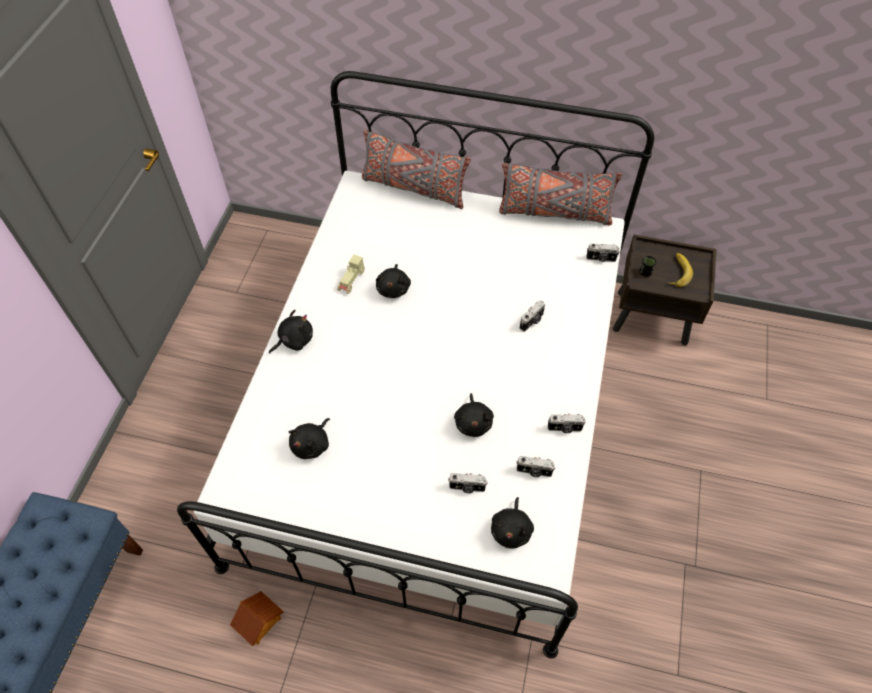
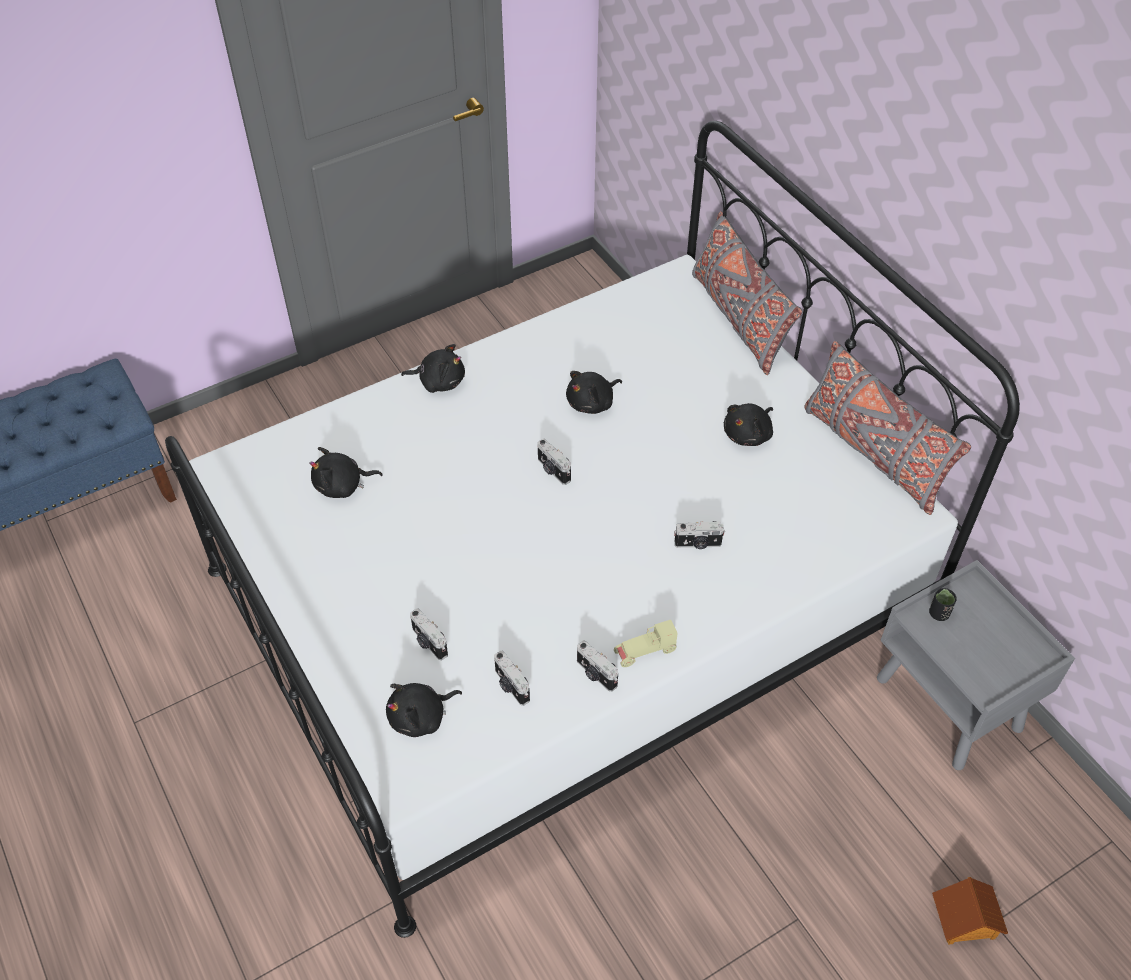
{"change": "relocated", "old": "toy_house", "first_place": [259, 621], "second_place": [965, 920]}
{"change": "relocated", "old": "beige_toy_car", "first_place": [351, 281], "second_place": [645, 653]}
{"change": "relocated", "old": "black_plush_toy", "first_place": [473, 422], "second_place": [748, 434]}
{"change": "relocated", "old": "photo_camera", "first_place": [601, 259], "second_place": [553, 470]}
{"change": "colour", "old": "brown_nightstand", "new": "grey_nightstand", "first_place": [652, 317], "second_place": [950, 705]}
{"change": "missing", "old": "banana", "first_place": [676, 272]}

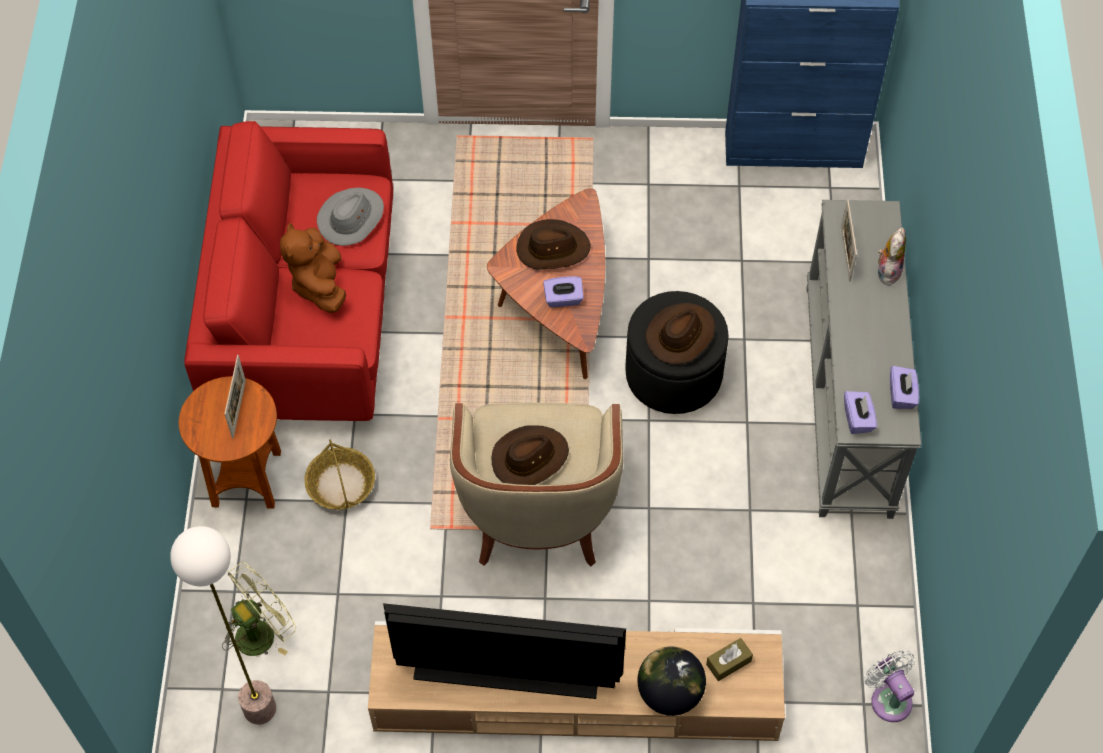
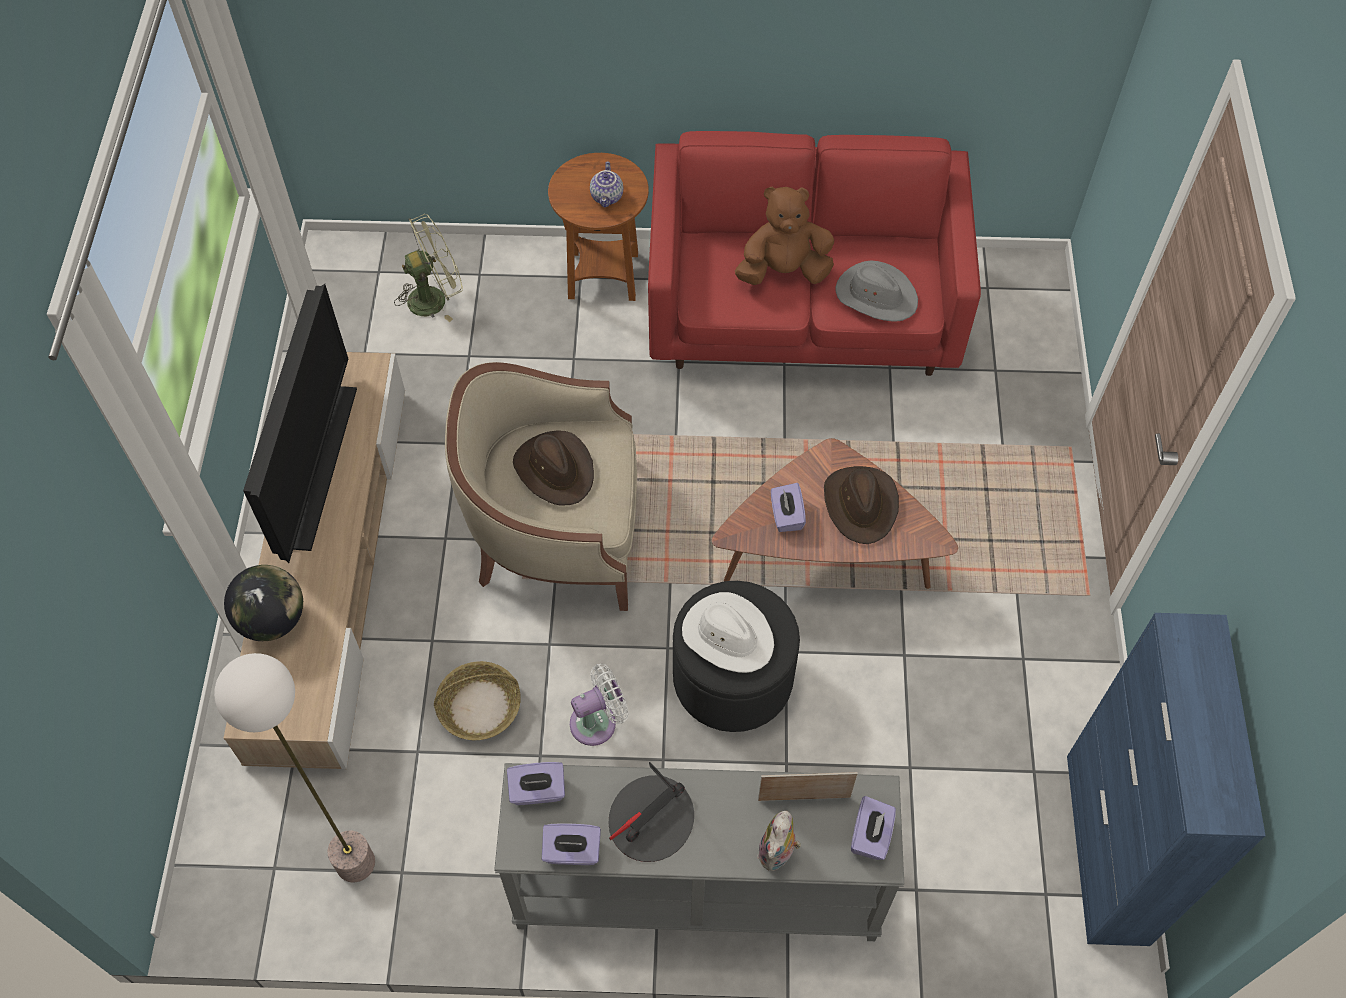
{"change": "relocated", "old": "floor_lamp", "first_place": [259, 709], "second_place": [355, 862]}
{"change": "spun", "old": "green_fan", "first_place": [261, 631], "second_place": [435, 297], "degrees": -75}
{"change": "exchanged", "old": "picture_frame", "new": "teapot", "first_place": [239, 409], "second_place": [607, 197]}
{"change": "relocated", "old": "basket", "first_place": [340, 484], "second_place": [480, 706]}
{"change": "colour", "old": "brown_hat", "new": "white_hat", "first_place": [680, 335], "second_place": [728, 635]}
{"change": "missing", "old": "brown_tissue_box", "first_place": [728, 662]}
{"change": "relocated", "old": "white_fan", "first_place": [889, 698], "second_place": [598, 721]}
{"change": "spun", "old": "plush_toy", "first_place": [887, 270], "second_place": [778, 853], "degrees": 90}
{"change": "appeared", "new": "table_lamp", "second_place": [651, 819]}
{"change": "appeared", "new": "purple_tissue_box", "second_place": [871, 836]}

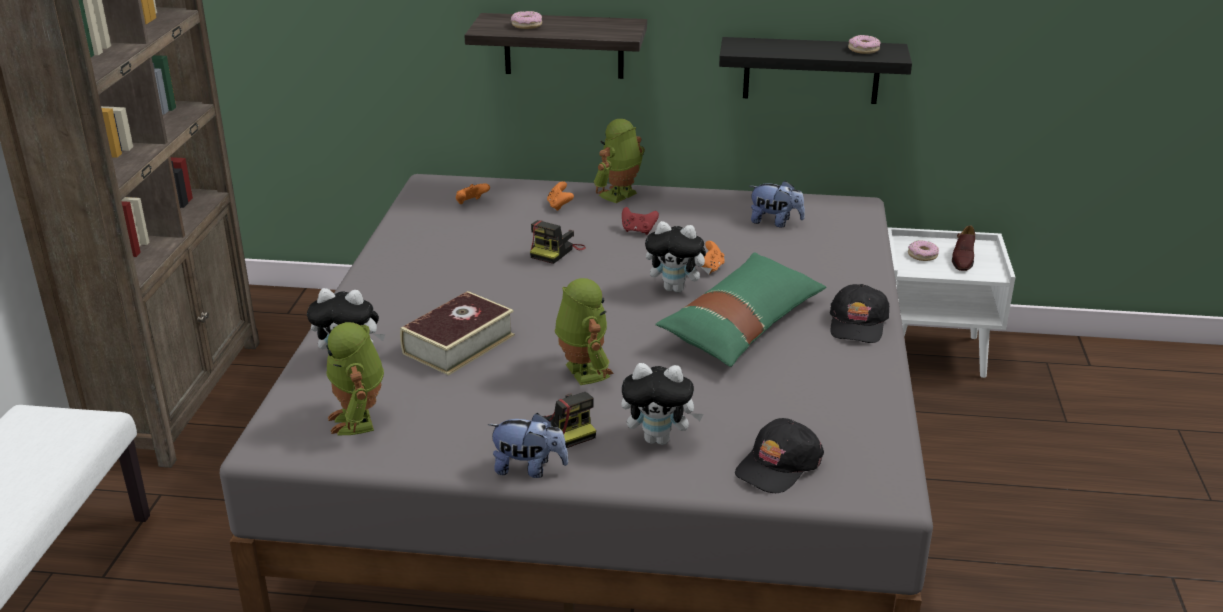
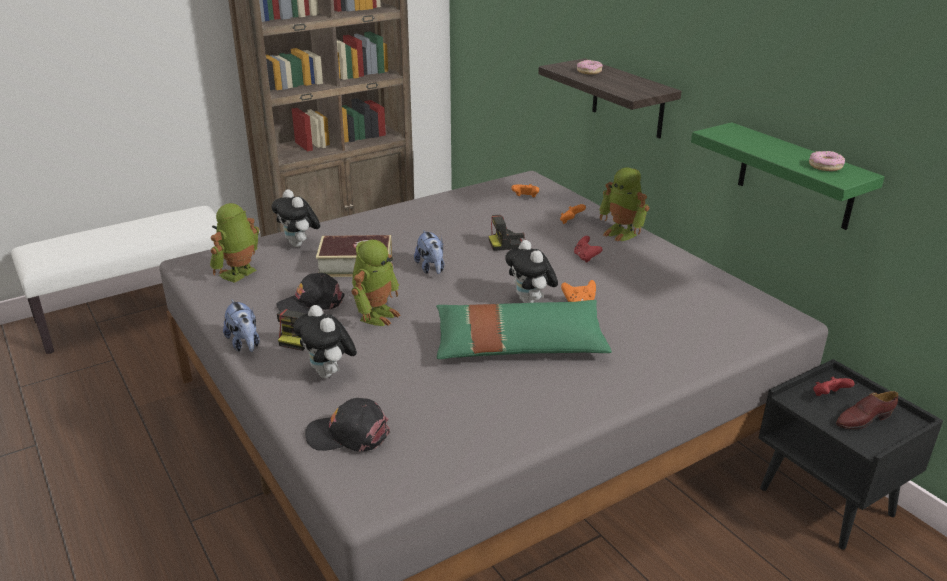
{"change": "spun", "old": "toy_robot", "first_place": [620, 196], "second_place": [622, 233], "degrees": -135}
{"change": "colour", "old": "black_shelf", "new": "green_shelf", "first_place": [811, 70], "second_place": [796, 176]}
{"change": "relocated", "old": "plush_toy", "first_place": [775, 222], "second_place": [431, 268]}
{"change": "relocated", "old": "black_cap", "first_place": [857, 324], "second_place": [311, 303]}
{"change": "colour", "old": "white_nightstand", "new": "black_nightstand", "first_place": [934, 353], "second_place": [828, 502]}
{"change": "exchanged", "old": "donut", "new": "red_game_controller", "first_place": [922, 255], "second_place": [828, 396]}

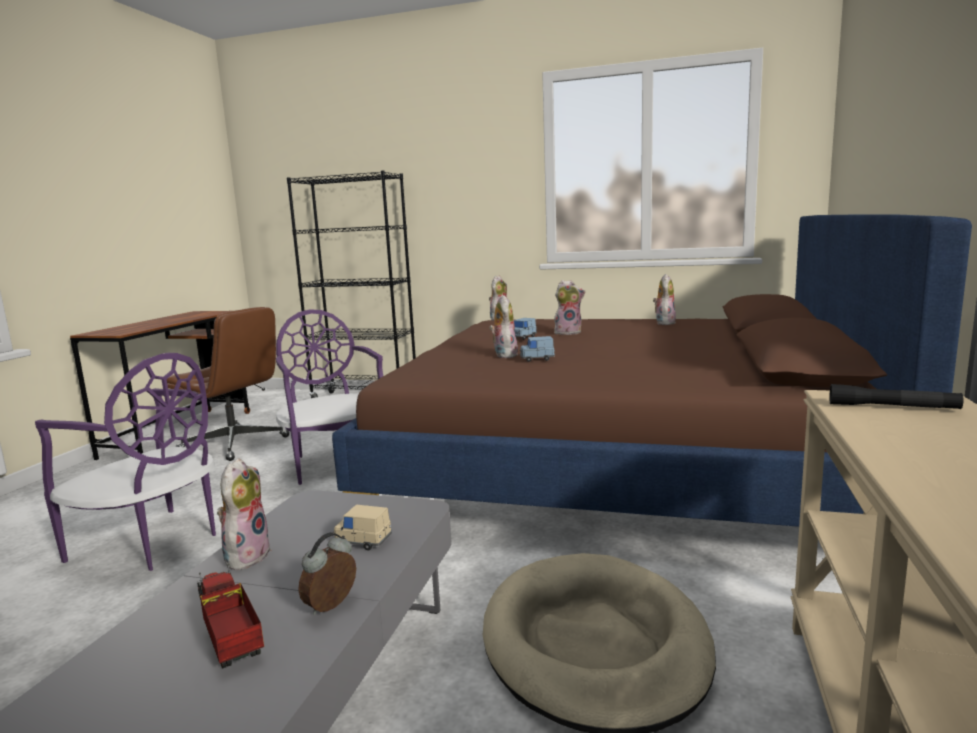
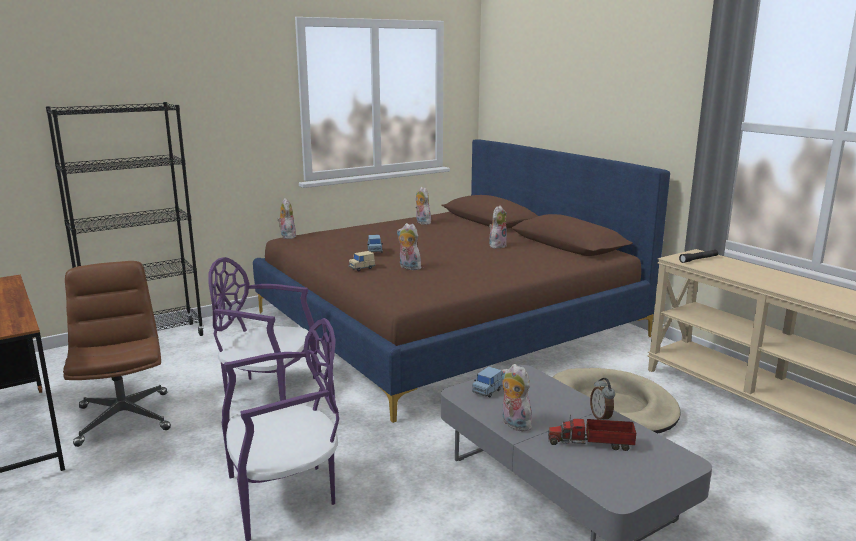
{"change": "spun", "old": "brown_office_chair", "first_place": [235, 444], "second_place": [123, 417], "degrees": -90}
{"change": "relocated", "old": "beige_toy_car", "first_place": [363, 541], "second_place": [362, 268]}
{"change": "relocated", "old": "blue_toy_car", "first_place": [537, 359], "second_place": [487, 391]}
{"change": "relocated", "old": "plush_toy", "first_place": [568, 333], "second_place": [497, 245]}

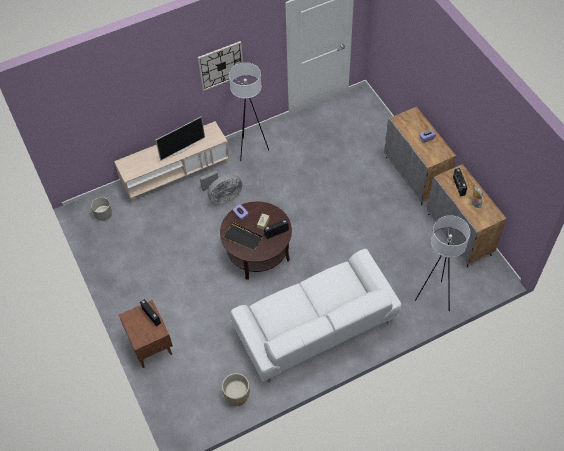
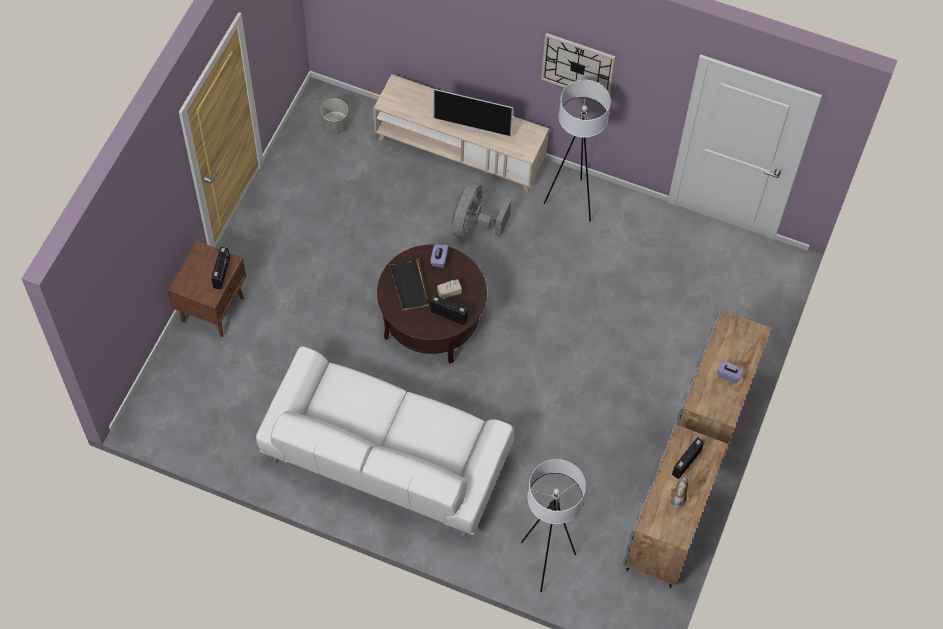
{"change": "spun", "old": "grey_fan", "first_place": [223, 197], "second_place": [474, 225], "degrees": 90}
{"change": "missing", "old": "beige_planter", "first_place": [237, 395]}

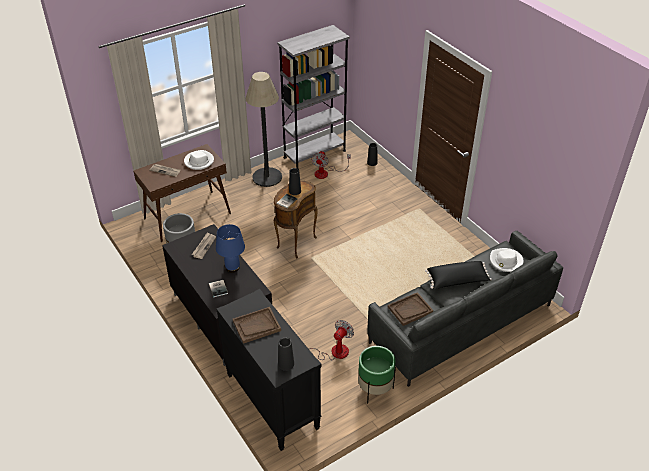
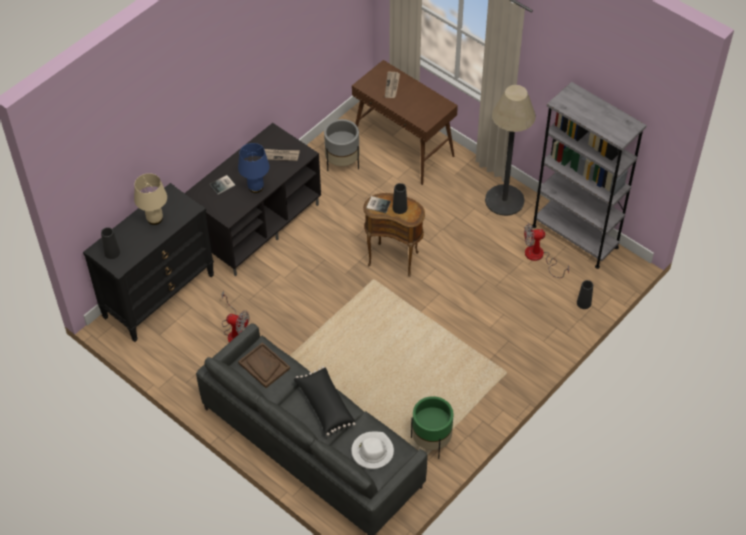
{"change": "missing", "old": "white_hat", "first_place": [199, 161]}
{"change": "exchanged", "old": "brown_tray", "new": "beige_table_lamp", "first_place": [256, 326], "second_place": [154, 218]}
{"change": "relocated", "old": "green_planter", "first_place": [375, 389], "second_place": [431, 441]}

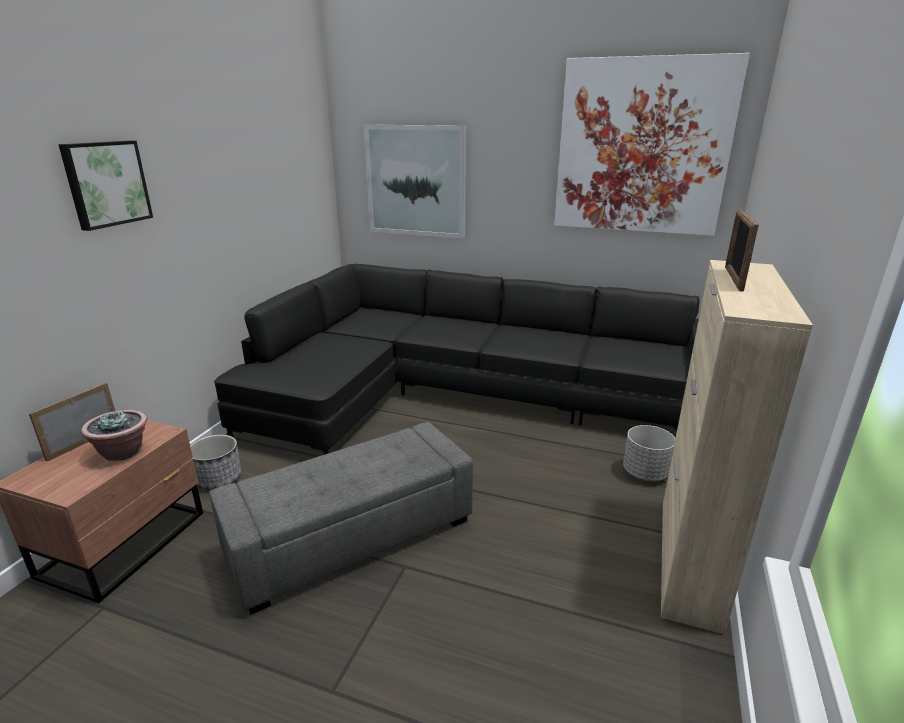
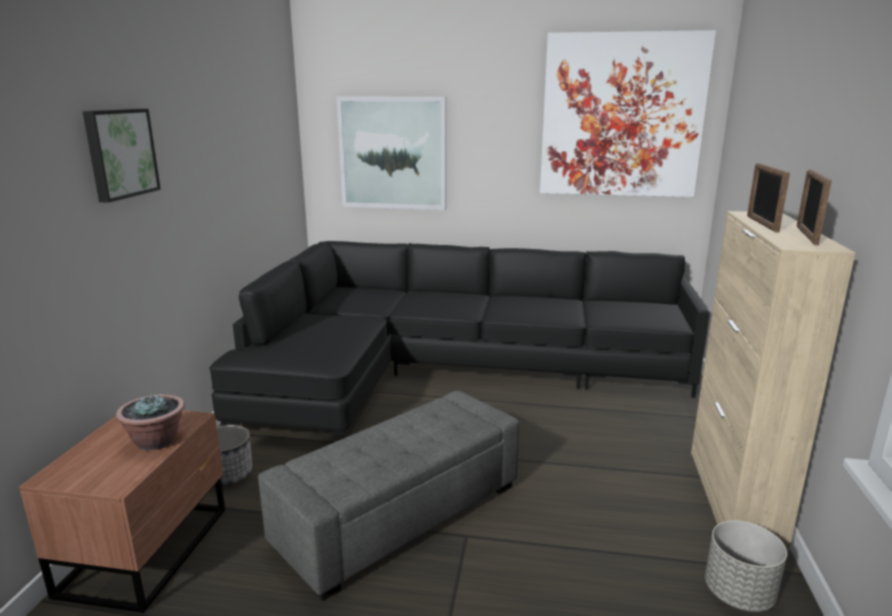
{"change": "relocated", "old": "picture_frame", "first_place": [84, 442], "second_place": [806, 235]}
{"change": "relocated", "old": "grey_planter", "first_place": [645, 473], "second_place": [739, 594]}

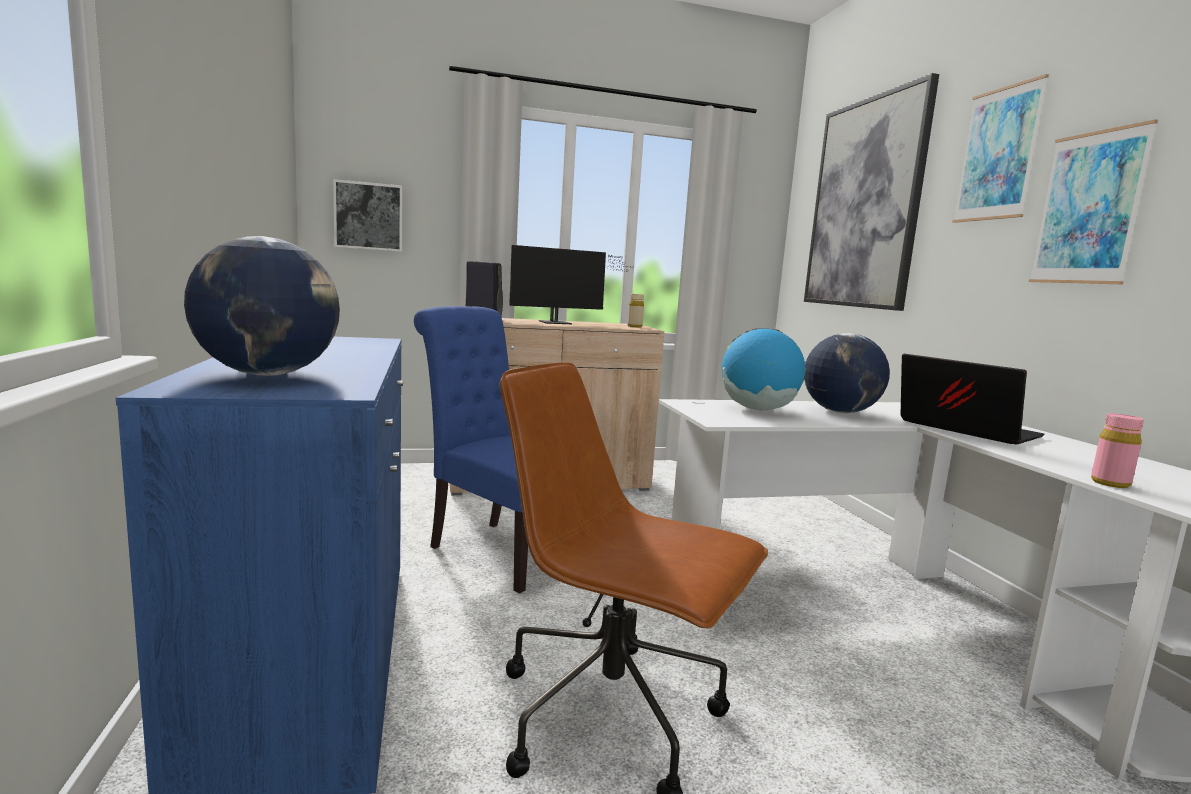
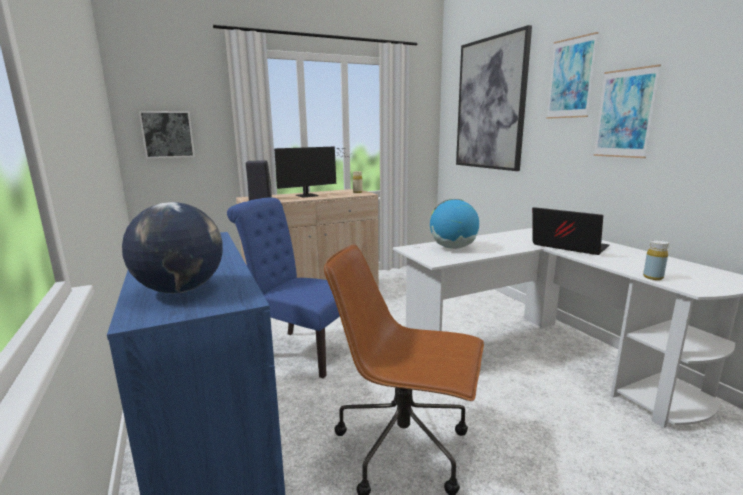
{"change": "missing", "old": "globe", "first_place": [840, 412]}
{"change": "colour", "old": "pink_bottle", "new": "yellow_bottle", "first_place": [1110, 483], "second_place": [653, 277]}

